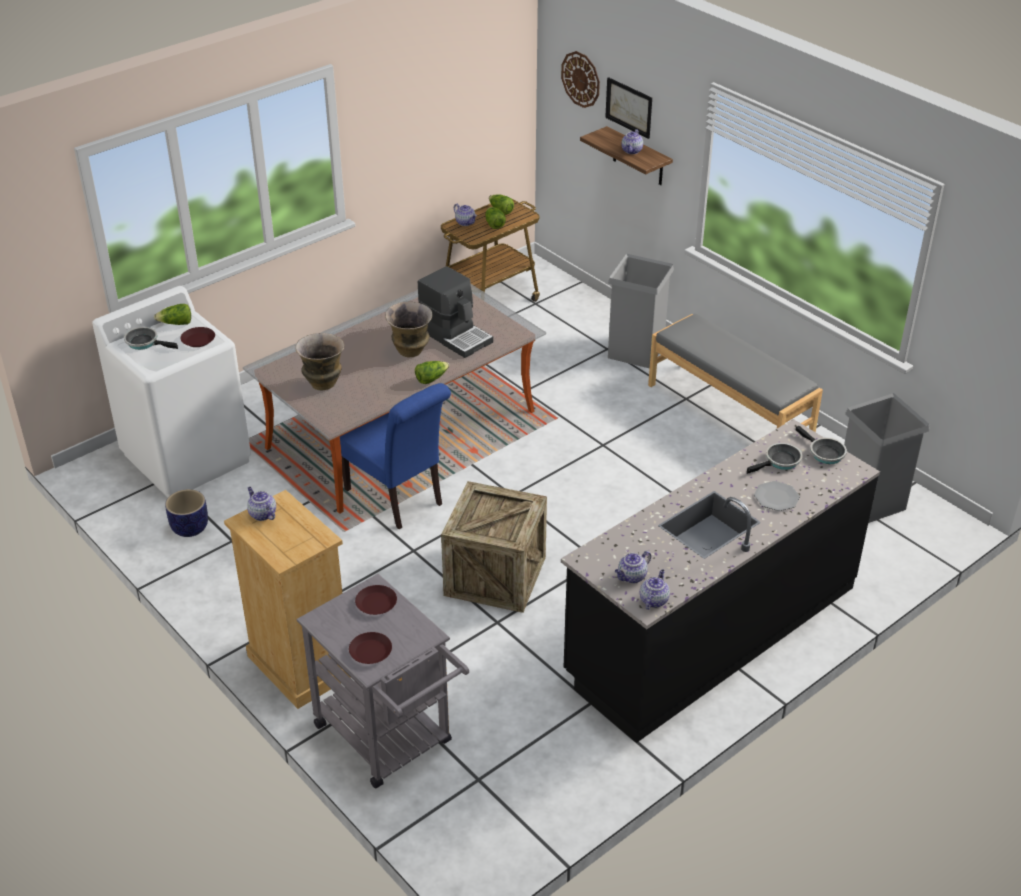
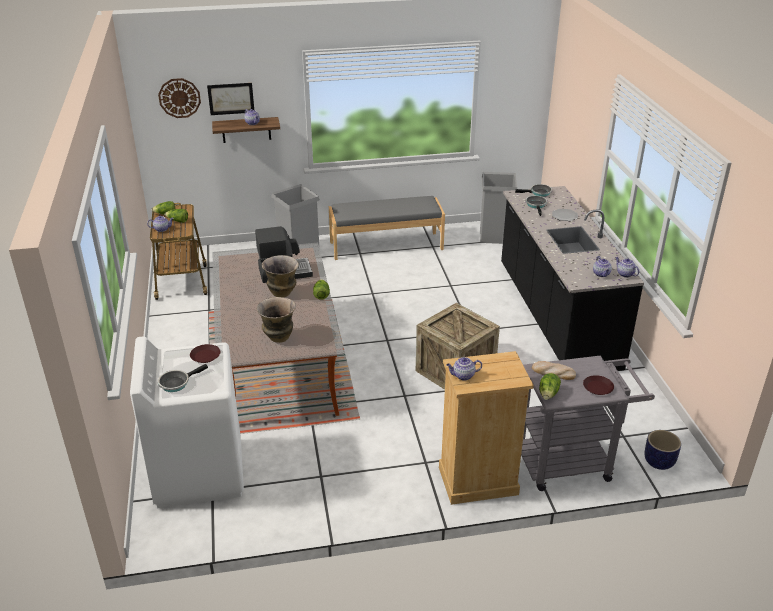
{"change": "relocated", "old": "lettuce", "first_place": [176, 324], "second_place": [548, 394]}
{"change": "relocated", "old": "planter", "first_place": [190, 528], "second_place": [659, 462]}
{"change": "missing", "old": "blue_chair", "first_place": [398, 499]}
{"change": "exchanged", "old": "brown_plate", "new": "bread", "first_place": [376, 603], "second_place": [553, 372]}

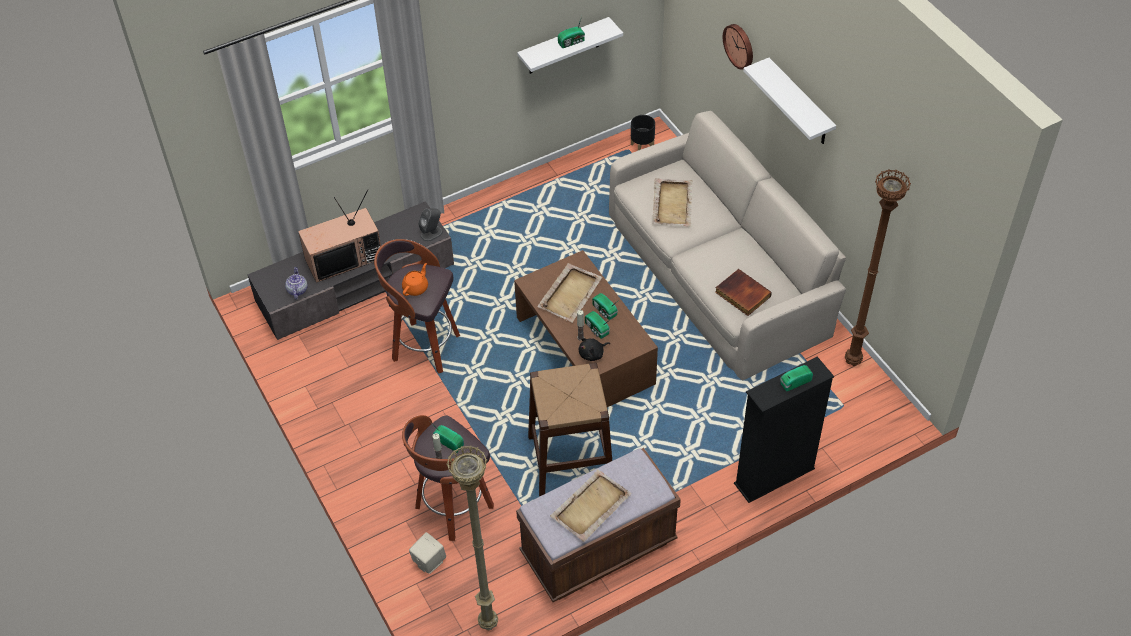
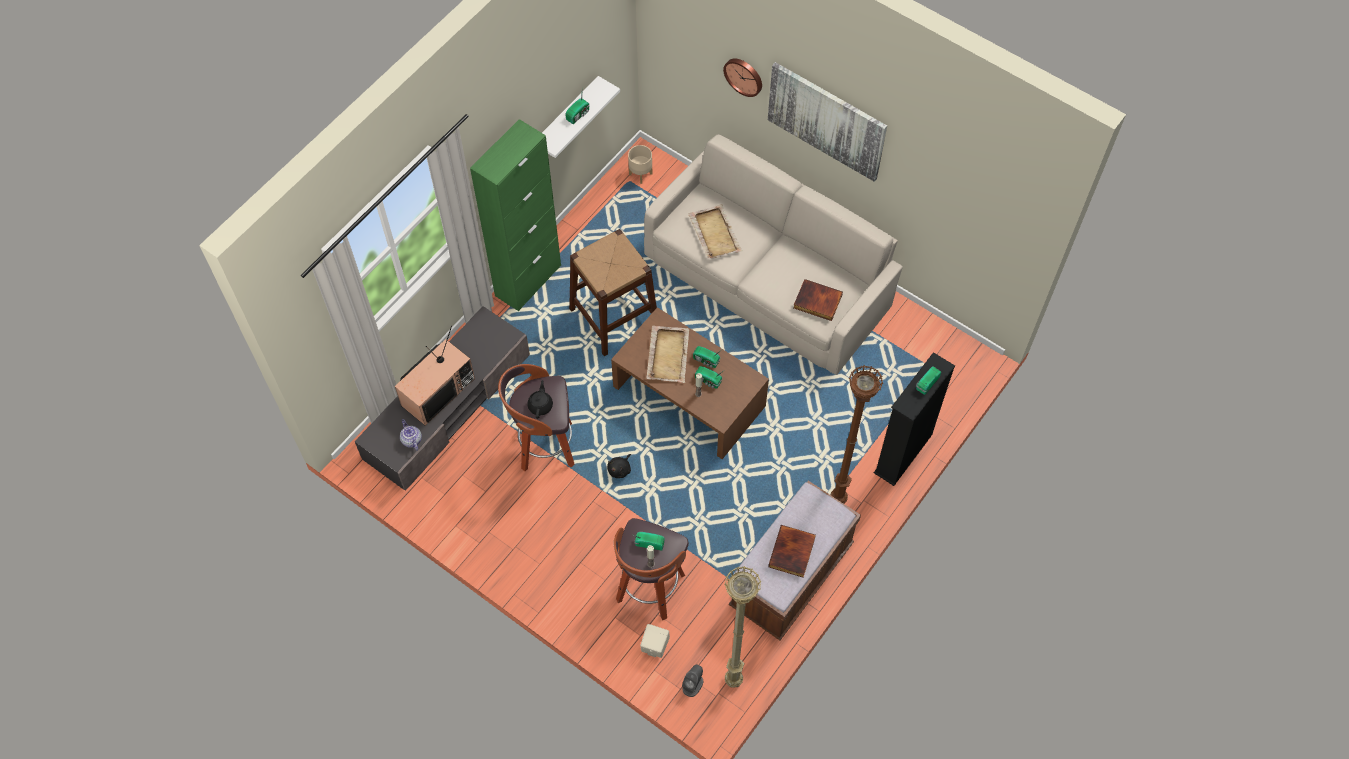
{"change": "colour", "old": "orange_teapot", "new": "black_teapot", "first_place": [416, 288], "second_place": [540, 405]}
{"change": "relocated", "old": "grey_speaker", "first_place": [431, 233], "second_place": [693, 684]}
{"change": "relocated", "old": "brown_stool", "first_place": [570, 461], "second_place": [614, 317]}
{"change": "exchanged", "old": "beige_tray", "new": "book", "first_place": [590, 507], "second_place": [792, 553]}
{"change": "relocated", "old": "black_plush_toy", "first_place": [592, 354], "second_place": [620, 469]}
{"change": "colour", "old": "black_planter", "new": "beige_planter", "first_place": [642, 147], "second_place": [641, 174]}
{"change": "exchanged", "old": "white_shelf", "new": "picture", "first_place": [800, 104], "second_place": [826, 120]}
{"change": "relocated", "old": "brown_floor_lamp", "first_place": [853, 362], "second_place": [838, 501]}
{"change": "appeared", "new": "green_cabinet", "second_place": [528, 280]}

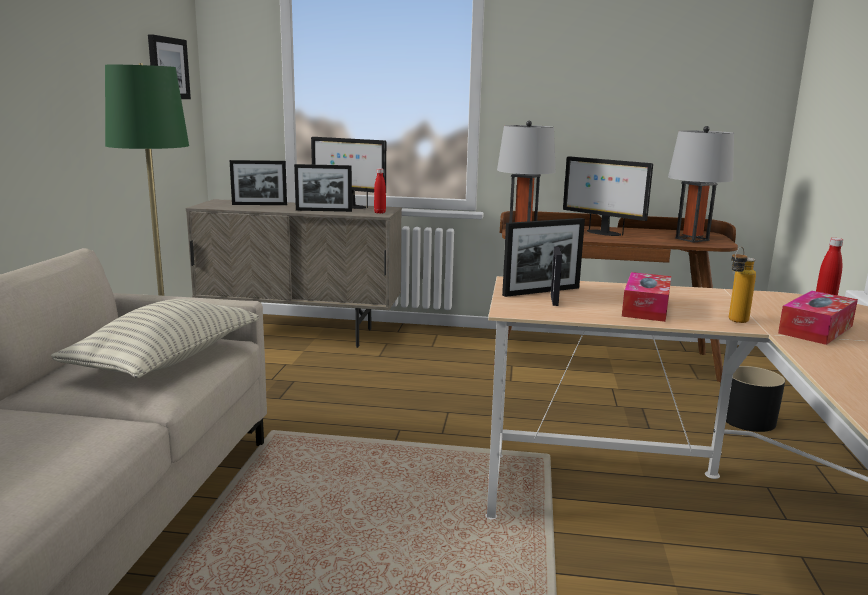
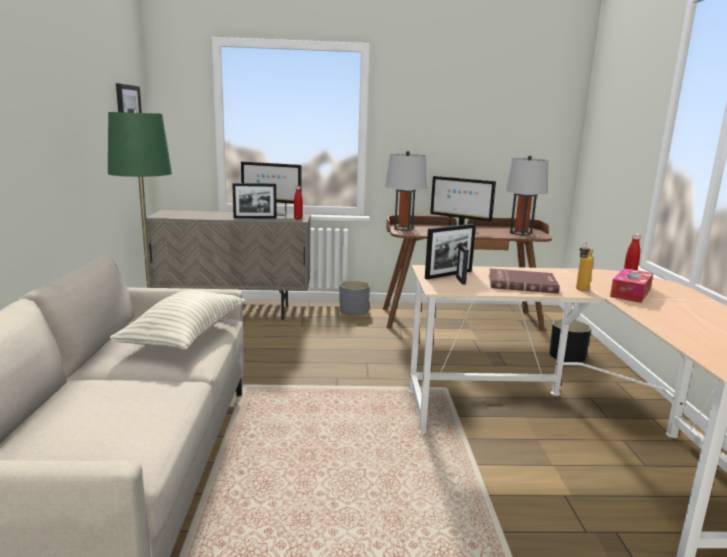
{"change": "missing", "old": "picture_frame", "first_place": [259, 204]}
{"change": "exchanged", "old": "tissue_box", "new": "red_book", "first_place": [645, 308], "second_place": [521, 283]}
{"change": "appeared", "new": "grey_planter", "second_place": [354, 310]}

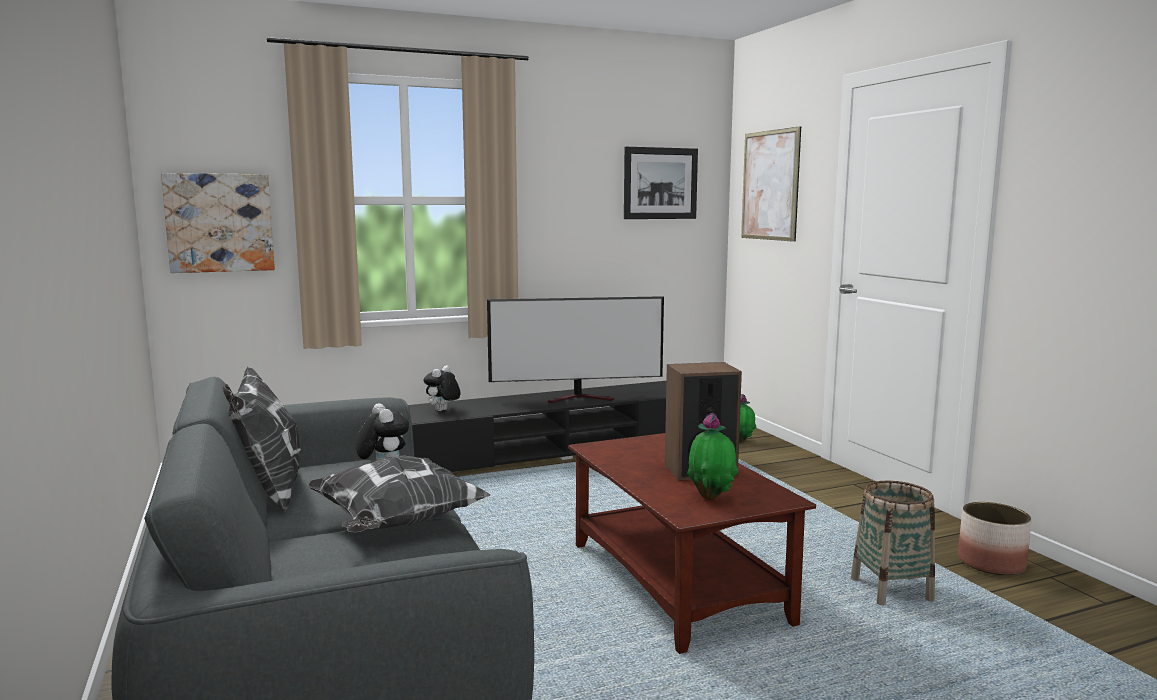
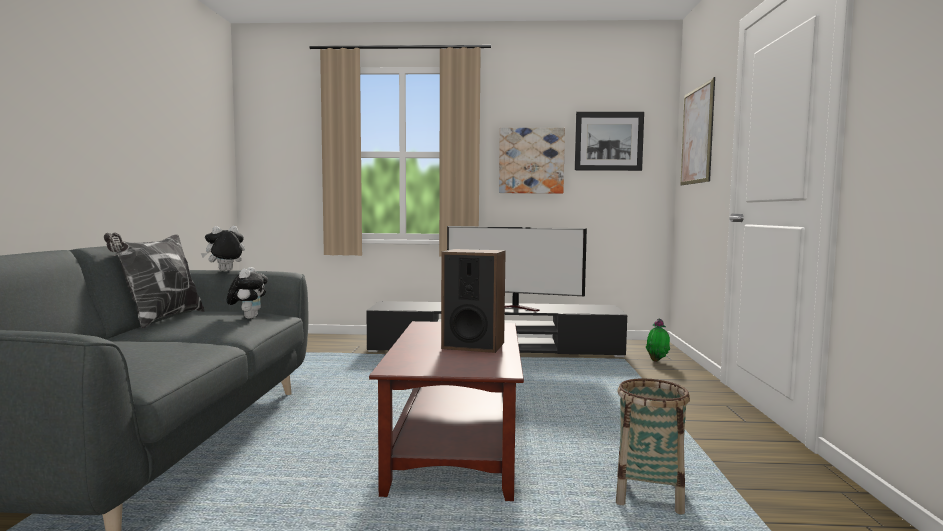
{"change": "relocated", "old": "picture", "first_place": [219, 223], "second_place": [531, 161]}
{"change": "missing", "old": "pillow", "first_place": [396, 524]}
{"change": "relocated", "old": "plush_toy", "first_place": [442, 411], "second_place": [225, 271]}
{"change": "missing", "old": "potted_plant", "first_place": [711, 497]}
{"change": "missing", "old": "planter", "first_place": [991, 563]}

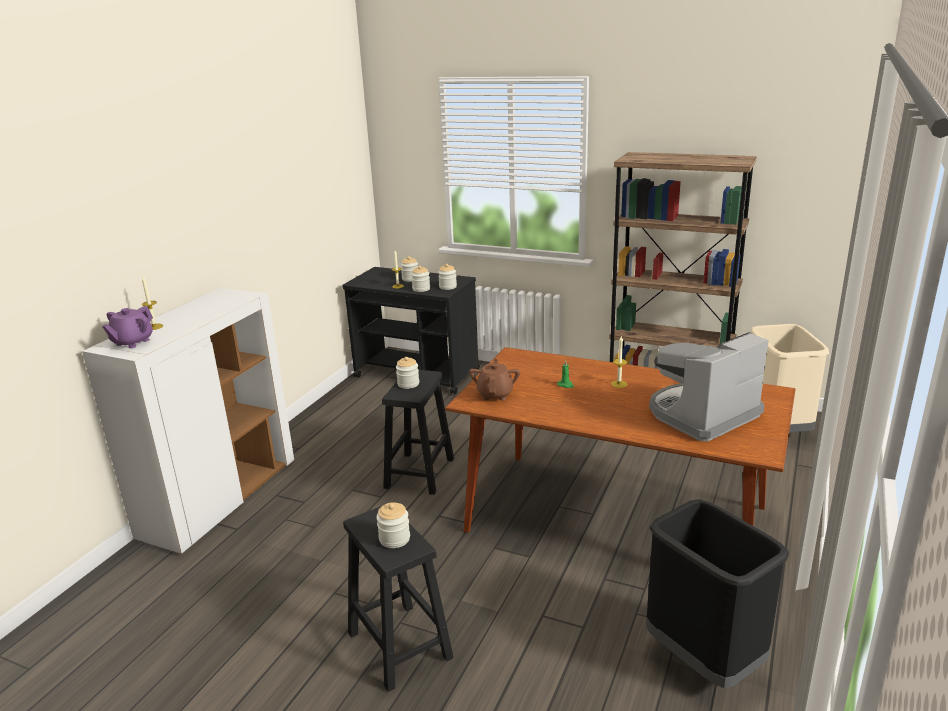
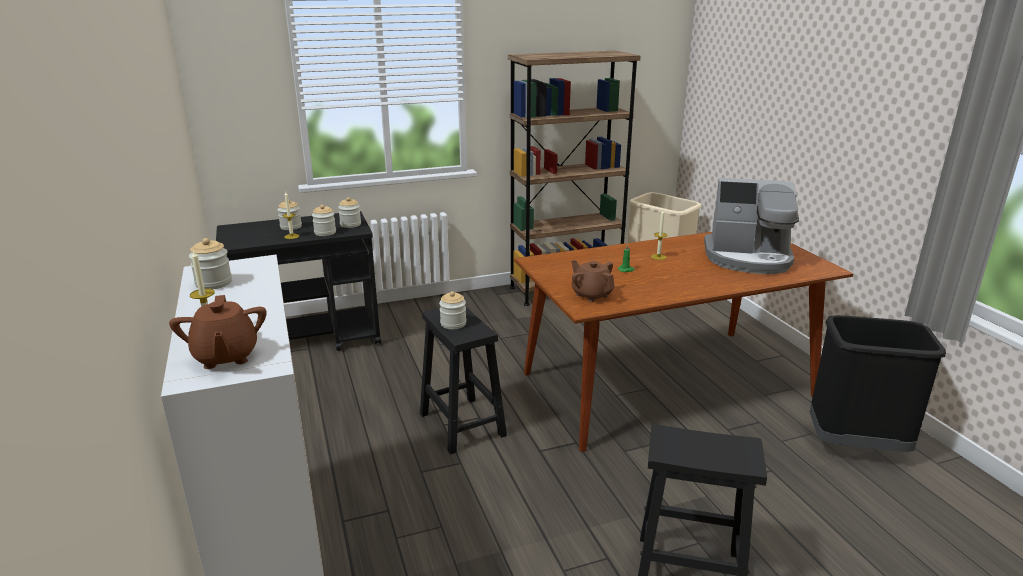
{"change": "colour", "old": "purple_teapot", "new": "brown_teapot", "first_place": [132, 342], "second_place": [226, 357]}
{"change": "relocated", "old": "jar", "first_place": [394, 539], "second_place": [214, 283]}
{"change": "spun", "old": "coffee_machine", "first_place": [702, 414], "second_place": [748, 258], "degrees": -90}

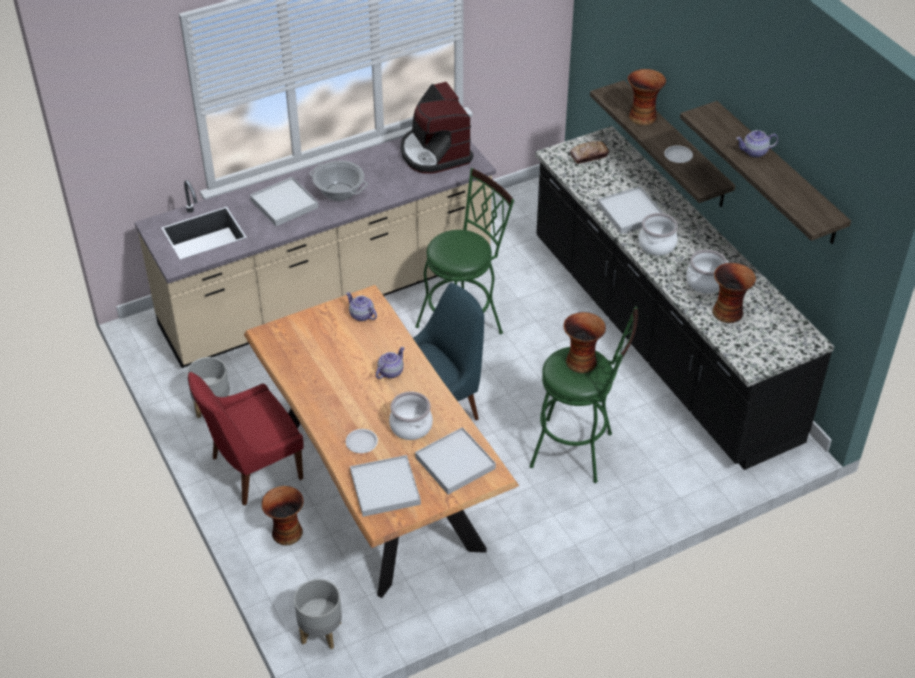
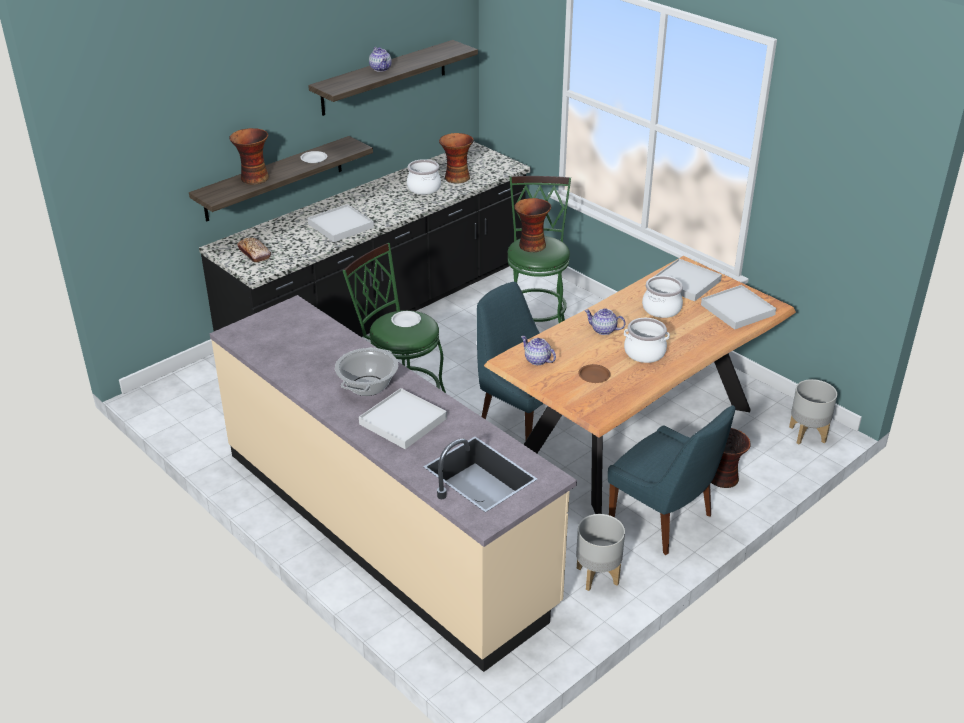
{"change": "colour", "old": "red_chair", "new": "blue_chair", "first_place": [253, 469], "second_place": [663, 520]}
{"change": "spun", "old": "teapot", "first_place": [361, 315], "second_place": [537, 360], "degrees": 105}
{"change": "relocated", "old": "white_plate", "first_place": [362, 443], "second_place": [406, 321]}
{"change": "missing", "old": "coffee_machine", "first_place": [435, 152]}
{"change": "relocated", "old": "cooking_pot", "first_place": [657, 245], "second_place": [644, 352]}
{"change": "appeared", "new": "brown_plate", "second_place": [594, 376]}

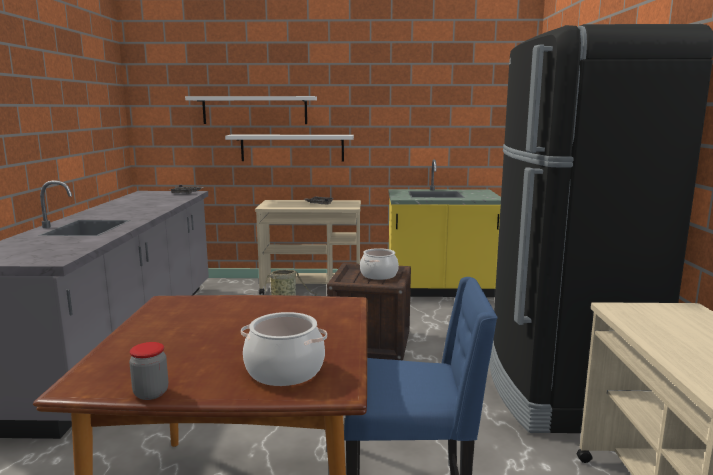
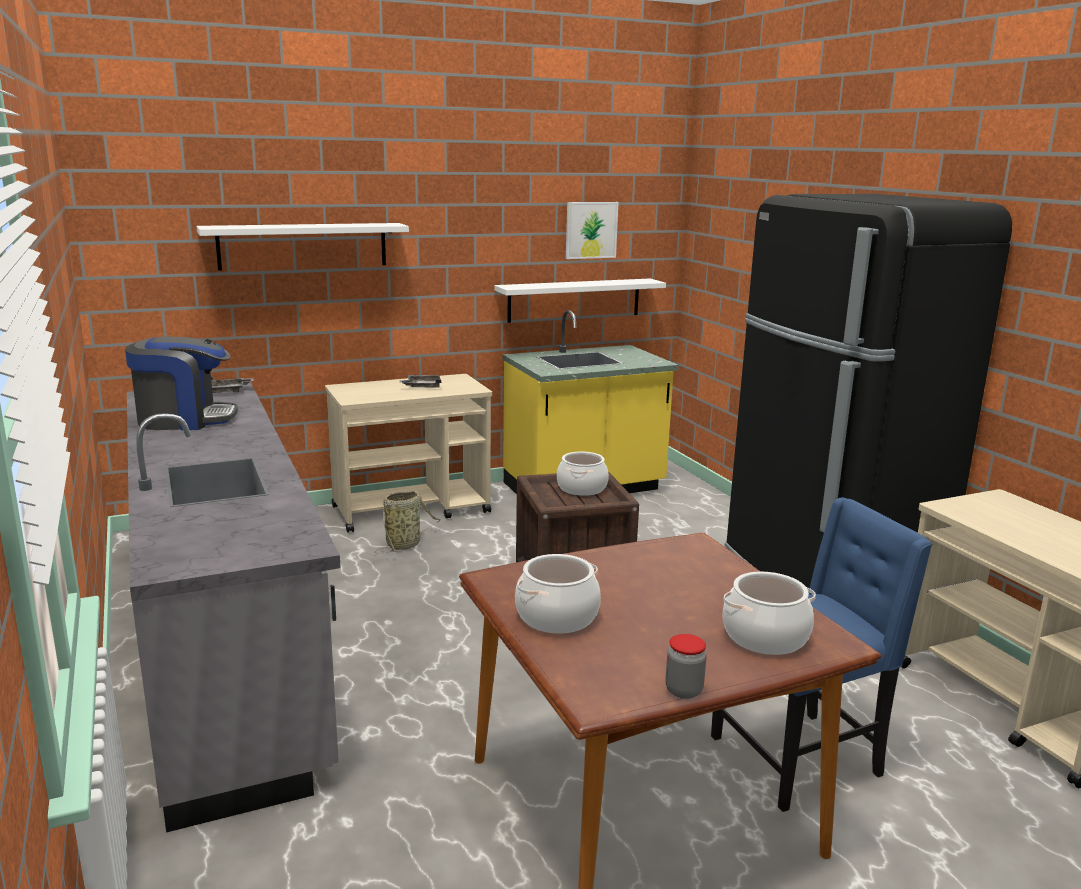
{"change": "relocated", "old": "white_shelf", "first_place": [292, 148], "second_place": [574, 300]}
{"change": "appeared", "new": "coffee_machine", "second_place": [185, 419]}
{"change": "appeared", "new": "cooking_pot", "second_place": [557, 616]}
{"change": "appeared", "new": "picture", "second_place": [591, 230]}

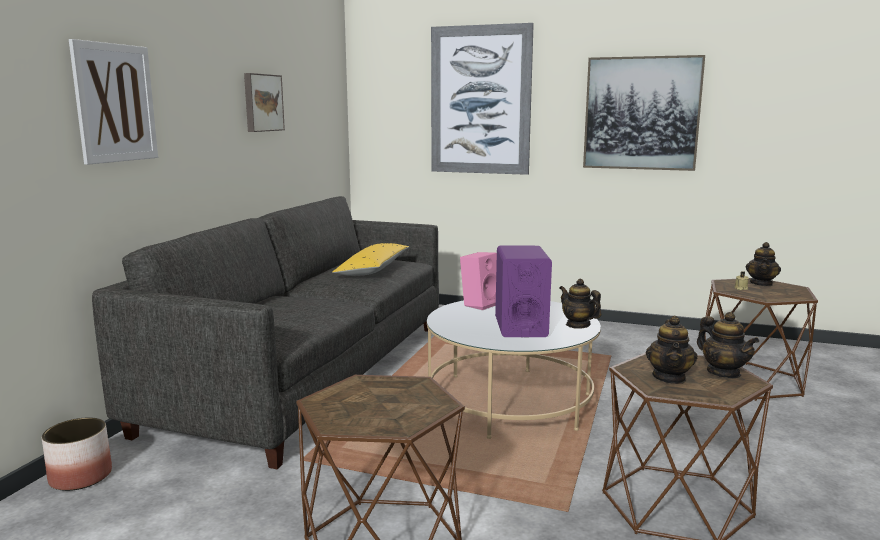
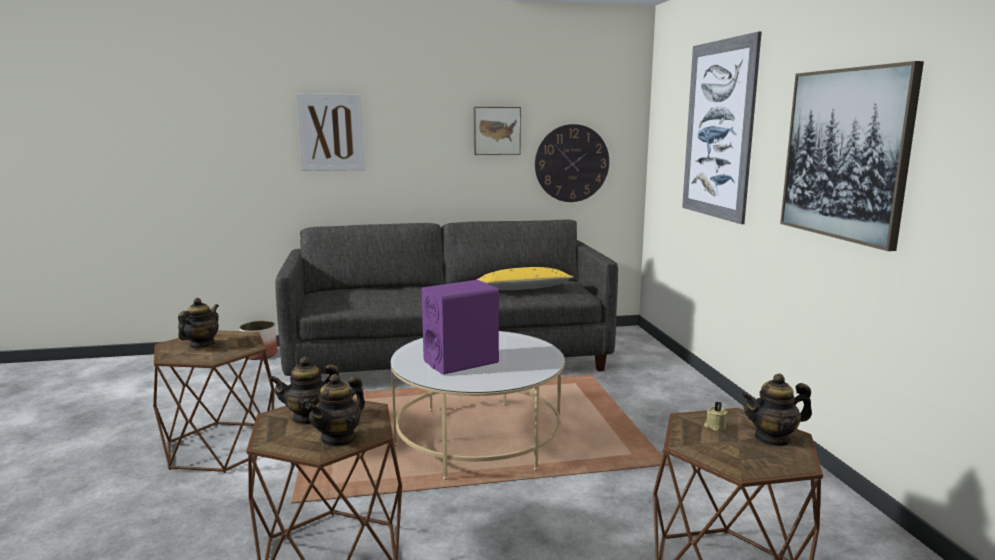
{"change": "missing", "old": "pink_speaker", "first_place": [479, 304]}
{"change": "relocated", "old": "teapot", "first_place": [578, 325], "second_place": [201, 345]}
{"change": "appeared", "new": "wall_clock", "second_place": [572, 163]}

